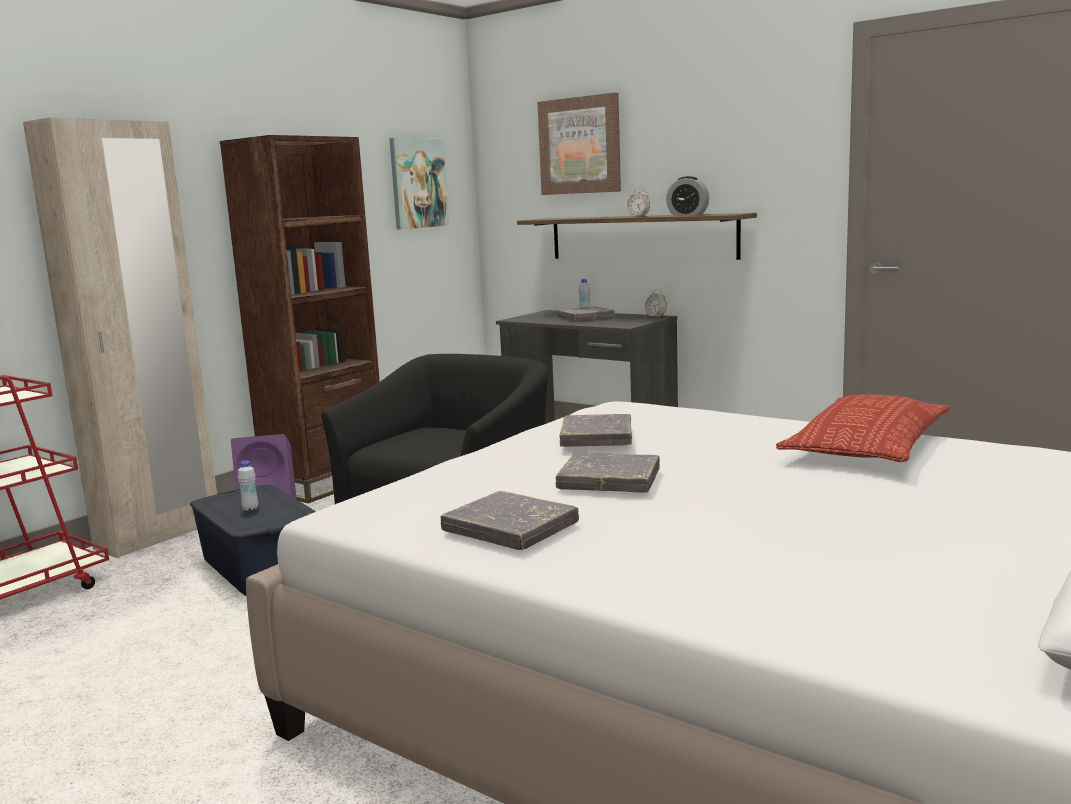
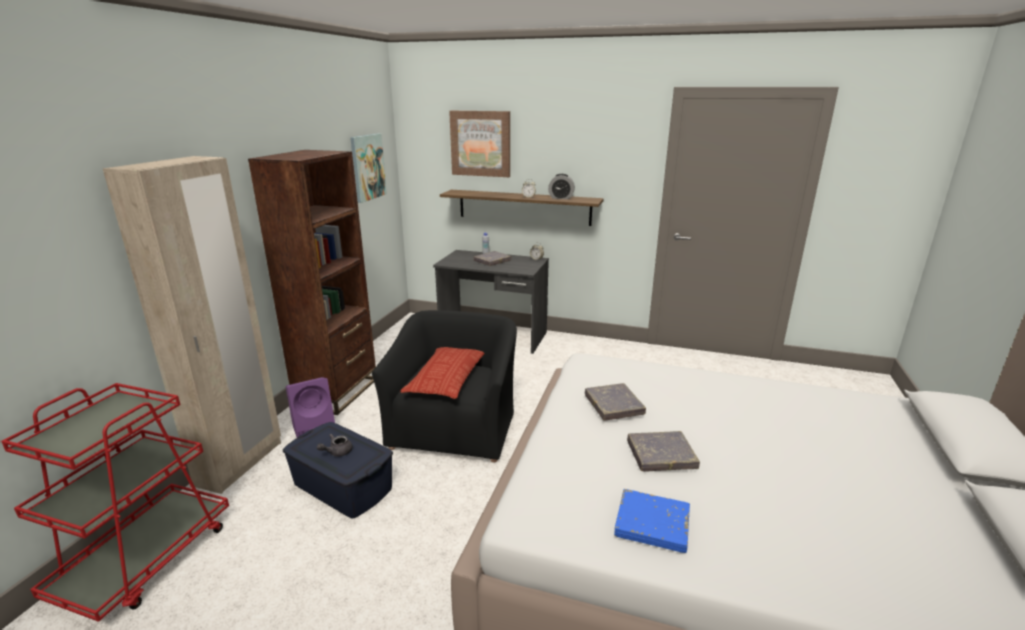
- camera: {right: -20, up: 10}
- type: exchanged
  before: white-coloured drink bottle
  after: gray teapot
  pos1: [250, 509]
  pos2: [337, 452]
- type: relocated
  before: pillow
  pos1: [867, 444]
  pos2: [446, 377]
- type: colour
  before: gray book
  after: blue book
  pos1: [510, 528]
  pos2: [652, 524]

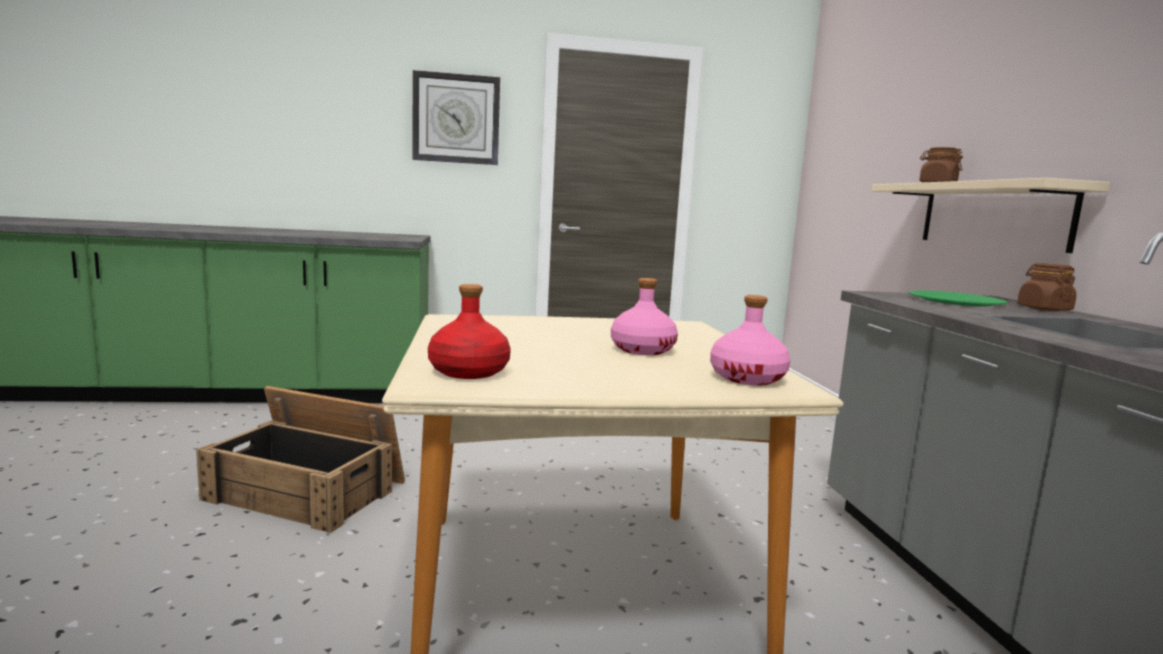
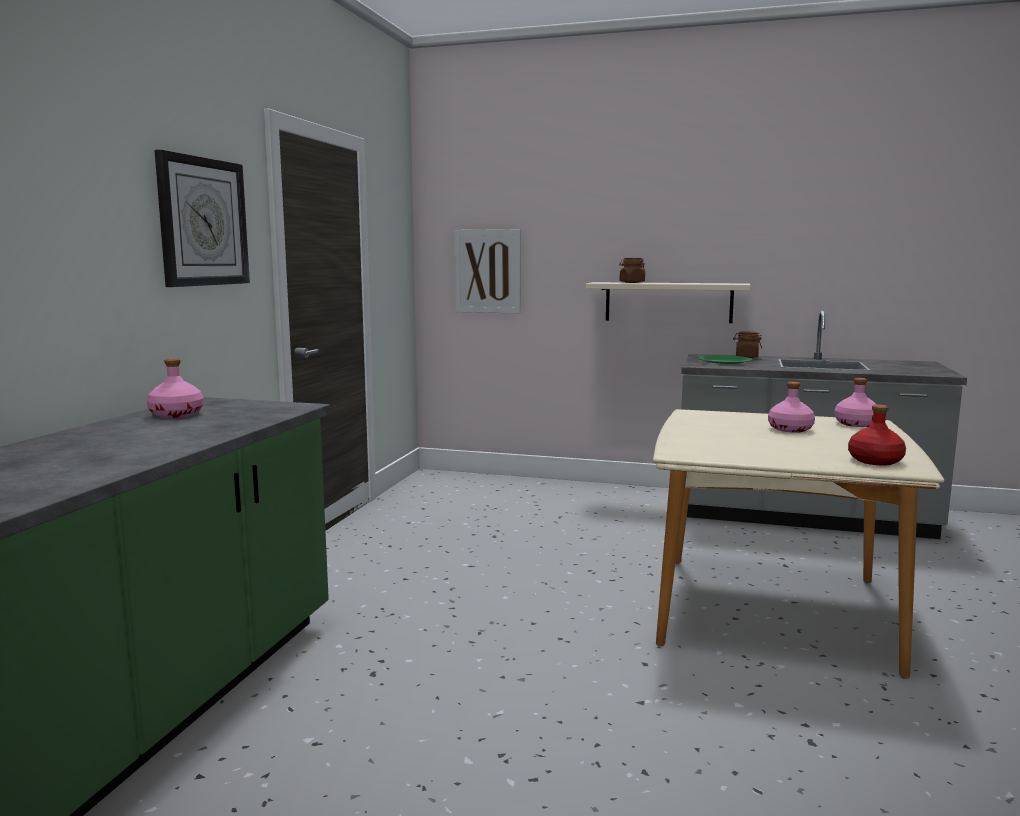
- camera: {right: -65, up: 0}
- type: appeared
  after: pinkish drink bottle
  pos2: [177, 414]
- type: appeared
  after: wall art
  pos2: [488, 271]
- type: missing
  before: crate
  pos1: [309, 490]

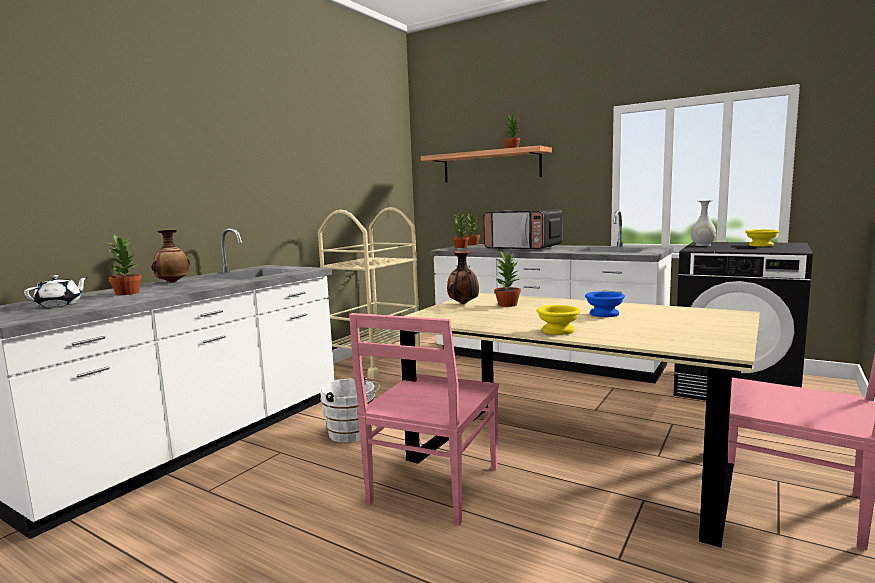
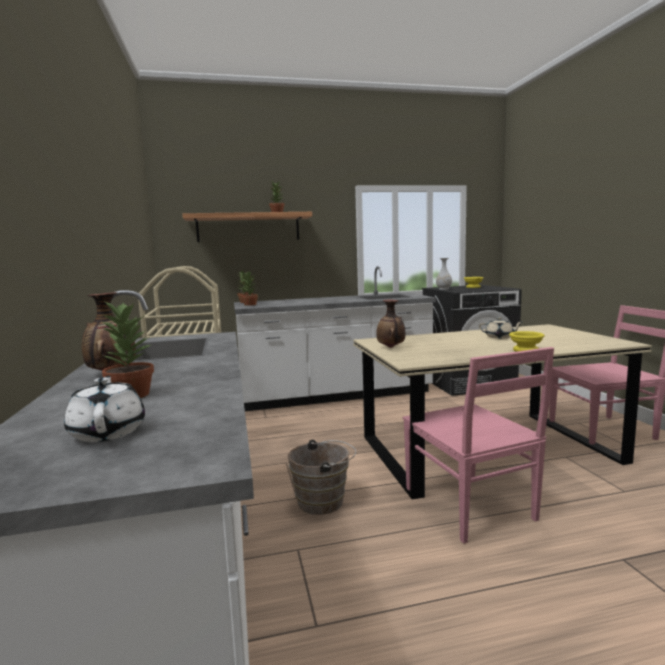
- camera: {right: -45, up: 0}
- type: colour
  before: white-coloured pail
  after: brown-coloured pail
  pos1: [352, 434]
  pos2: [324, 501]
- type: exchanged
  before: blue serving bowl
  after: beige-coloured teapot
  pos1: [605, 314]
  pos2: [499, 337]
- type: missing
  before: microwave
  pos1: [524, 248]
- type: missing
  before: plant in a pot
  pos1: [507, 304]

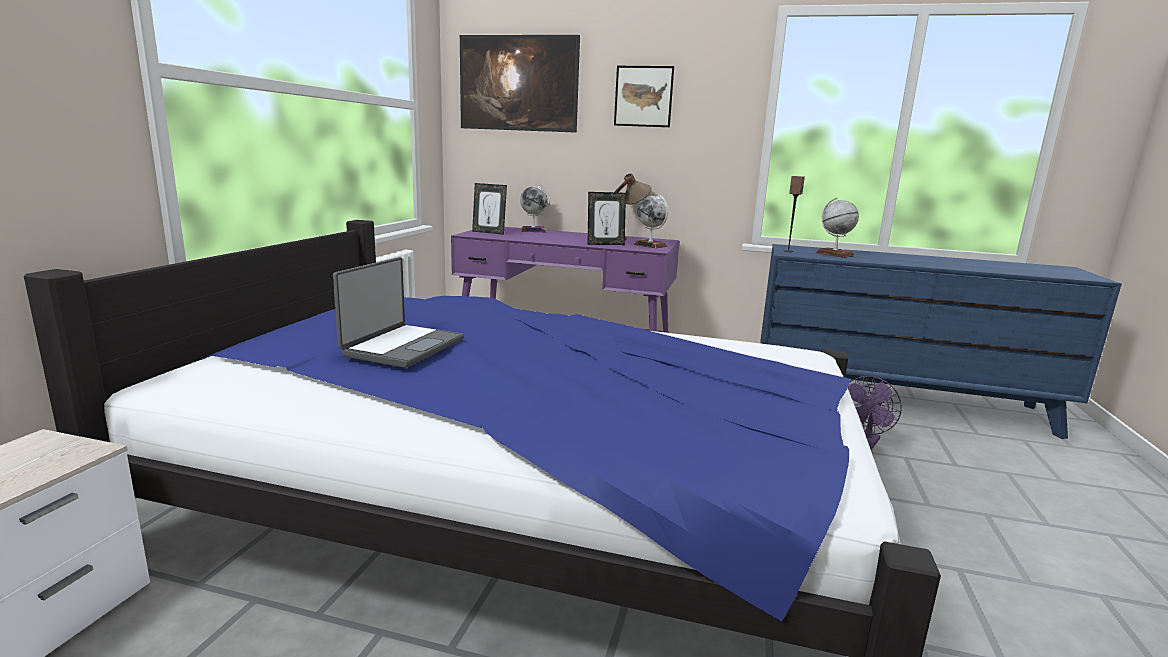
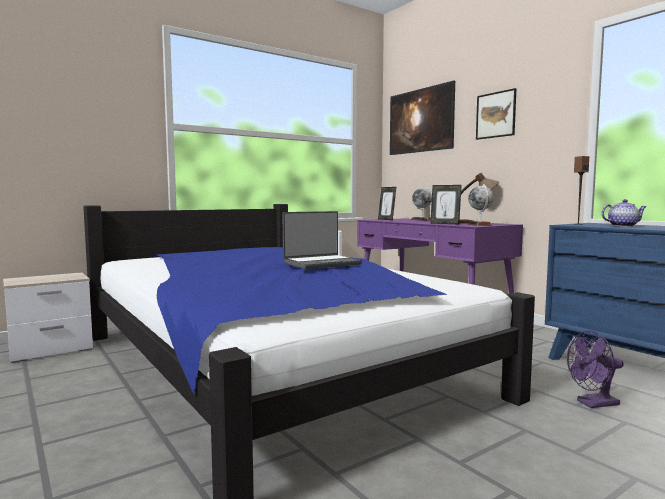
- camera: {right: 40, up: -10}
- type: relocated
  before: portable computer
  pos1: [402, 347]
  pos2: [321, 263]
- type: exchanged
  before: globe
  after: teapot
  pos1: [834, 254]
  pos2: [623, 226]

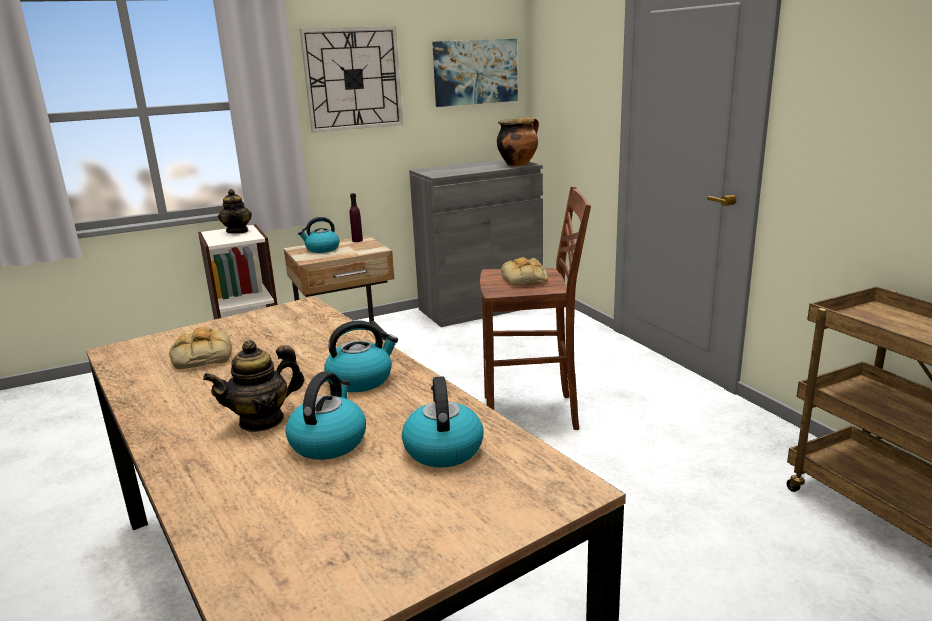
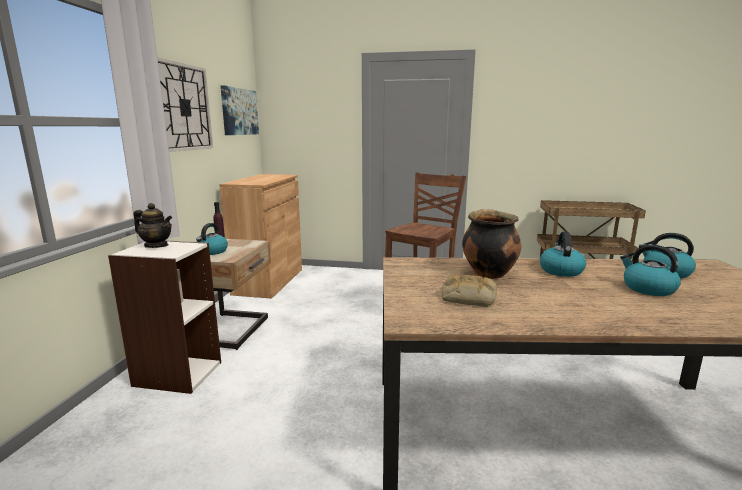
- camera: {right: -55, up: -5}
- type: colour
  before: gray storage cabinet
  after: brown-coloured storage cabinet
  pos1: [480, 307]
  pos2: [269, 281]
- type: relocated
  before: cooking pot
  pos1: [518, 164]
  pos2: [488, 273]
- type: missing
  before: teapot
  pos1: [262, 420]
- type: missing
  before: bakery bread
  pos1: [525, 279]

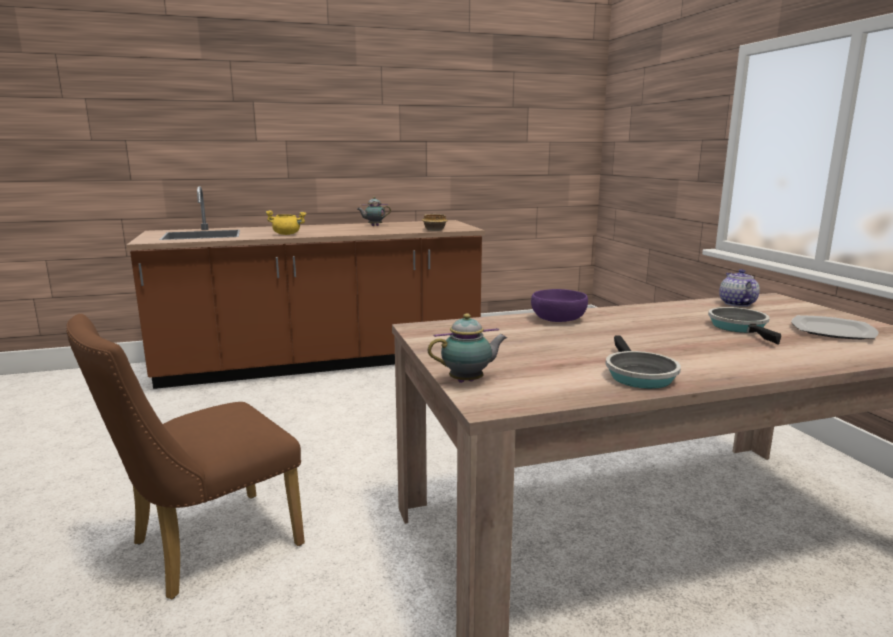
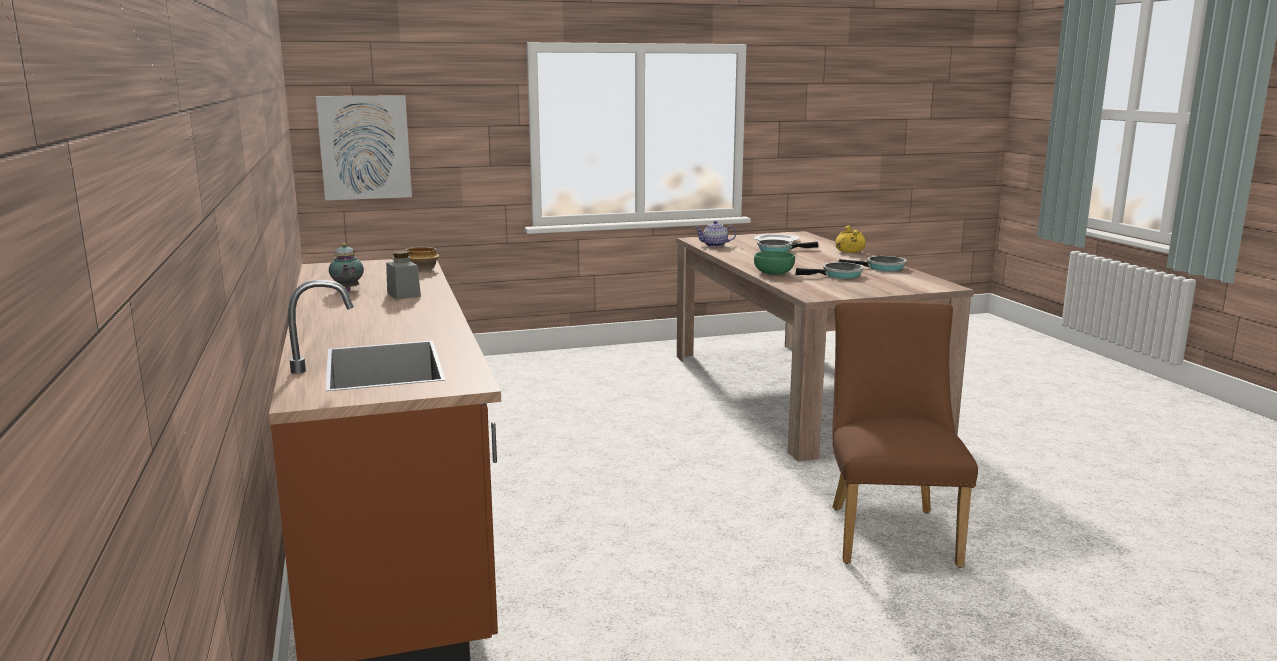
- camera: {right: -90, up: 0}
- type: appeared
  after: wall art
  pos2: [365, 147]
- type: appeared
  after: gray preserve jar
  pos2: [403, 295]
- type: colour
  before: purple serving bowl
  after: greenish serving bowl
  pos1: [559, 319]
  pos2: [774, 273]
- type: appeared
  after: skillet
  pos2: [838, 275]
- type: spun
  before: brown-coloured chair
  pos1: [204, 548]
  pos2: [889, 530]
  turn: -135
- type: relocated
  before: yellowish cooking pot
  pos1: [287, 234]
  pos2: [849, 252]
- type: missing
  before: teapot
  pos1: [469, 381]

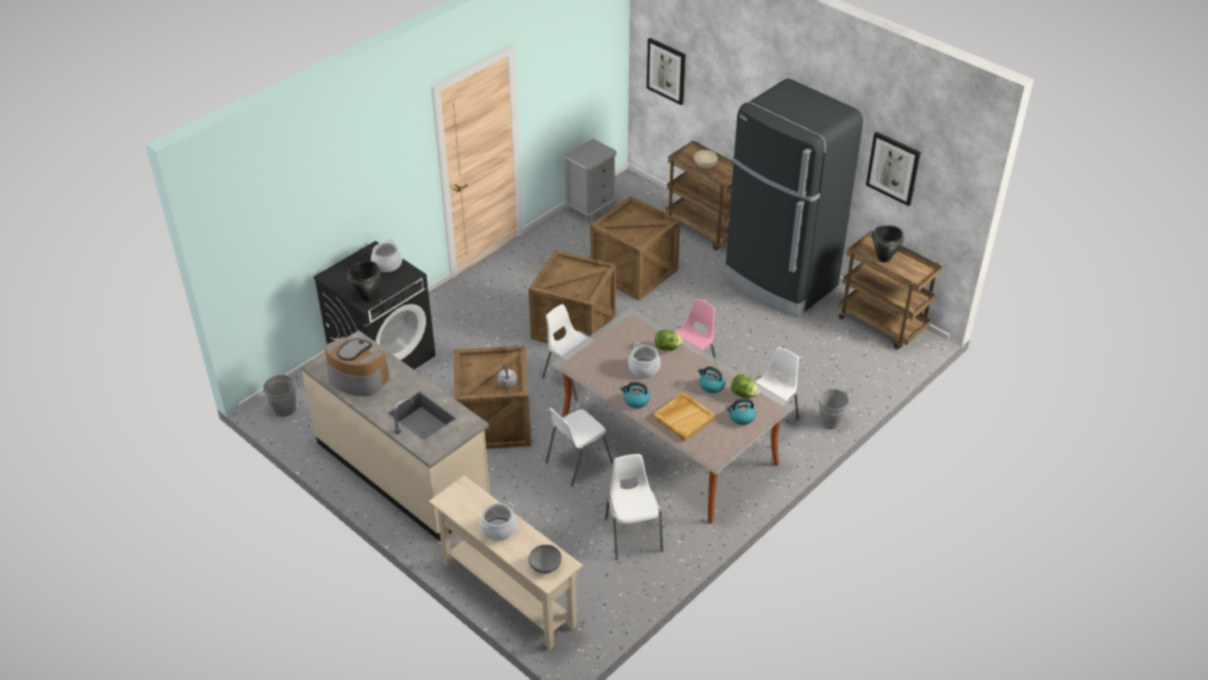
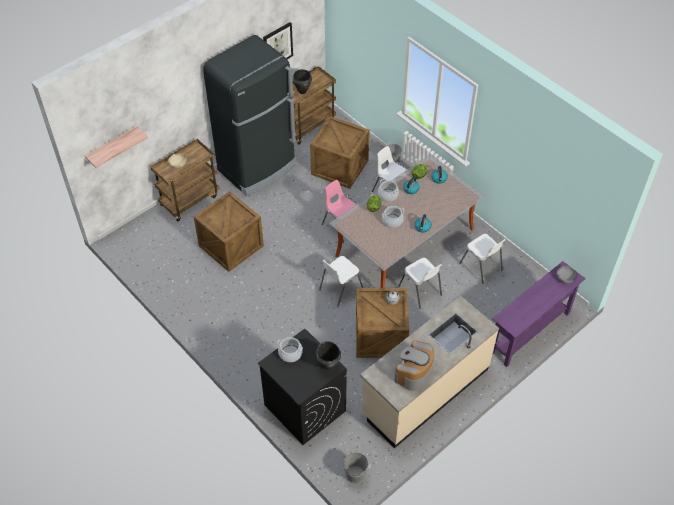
- camera: {right: -85, up: 10}
- type: exchanged
  before: wall art
  after: wall shelf
  pos1: [666, 71]
  pos2: [112, 147]
- type: relocated
  before: crate
  pos1: [575, 326]
  pos2: [339, 166]
- type: relocated
  before: cooking pot
  pos1: [498, 529]
  pos2: [388, 195]
- type: spun
  before: white-coloured chair
  pos1: [633, 534]
  pos2: [481, 267]
  turn: -120
- type: colour
  before: beige-coloured console table
  after: purple console table
  pos1: [508, 594]
  pos2: [530, 332]
- type: missing
  before: gray night table
  pos1: [591, 208]
- type: missing
  before: beige-coloured serving tray
  pos1: [684, 418]

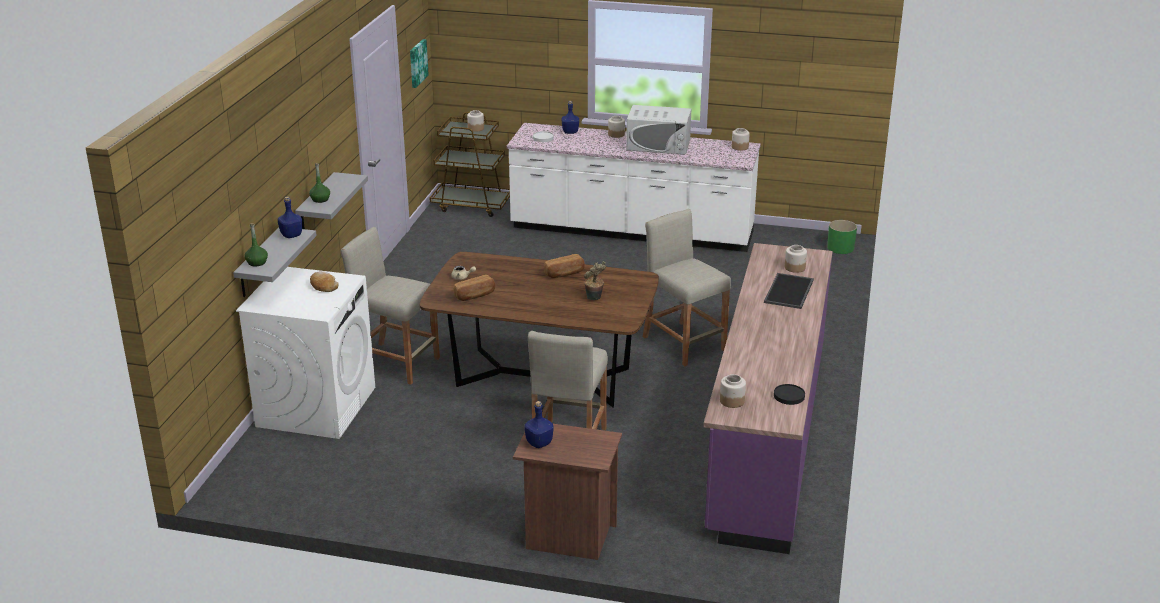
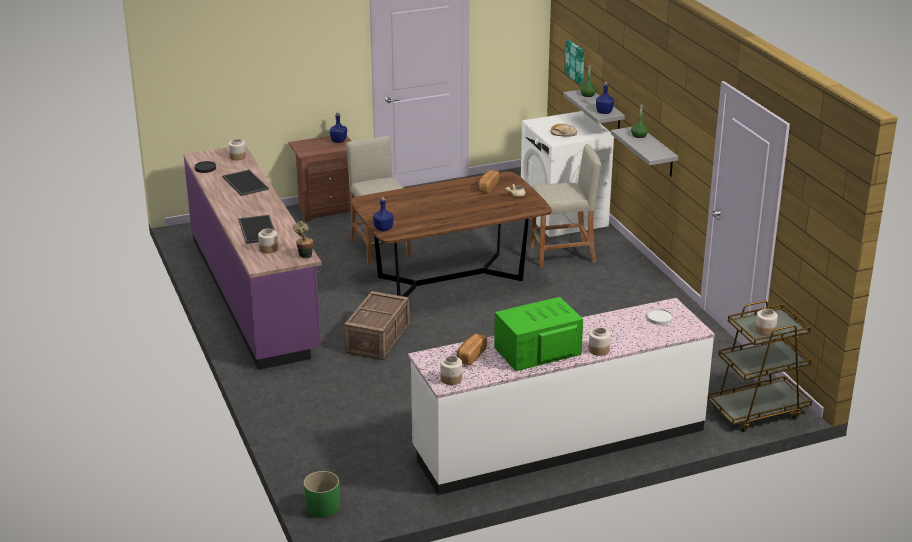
- camera: {right: 145, up: 0}
- type: appeared
  after: serving tray
  pos2: [244, 183]
- type: relocated
  before: plant in a pot
  pos1: [594, 299]
  pos2: [304, 255]
- type: exchanged
  before: beige-coloured stool
  after: crate
  pos1: [683, 343]
  pos2: [378, 339]
- type: relocated
  before: blue drink bottle
  pos1: [570, 132]
  pos2: [383, 229]
- type: relocated
  before: bakery bread
  pos1: [564, 273]
  pos2: [470, 356]
- type: colour
  before: white-coloured microwave
  after: greenish microwave
  pos1: [658, 145]
  pos2: [537, 351]
- type: relocated
  before: wall art
  pos1: [417, 63]
  pos2: [576, 61]

